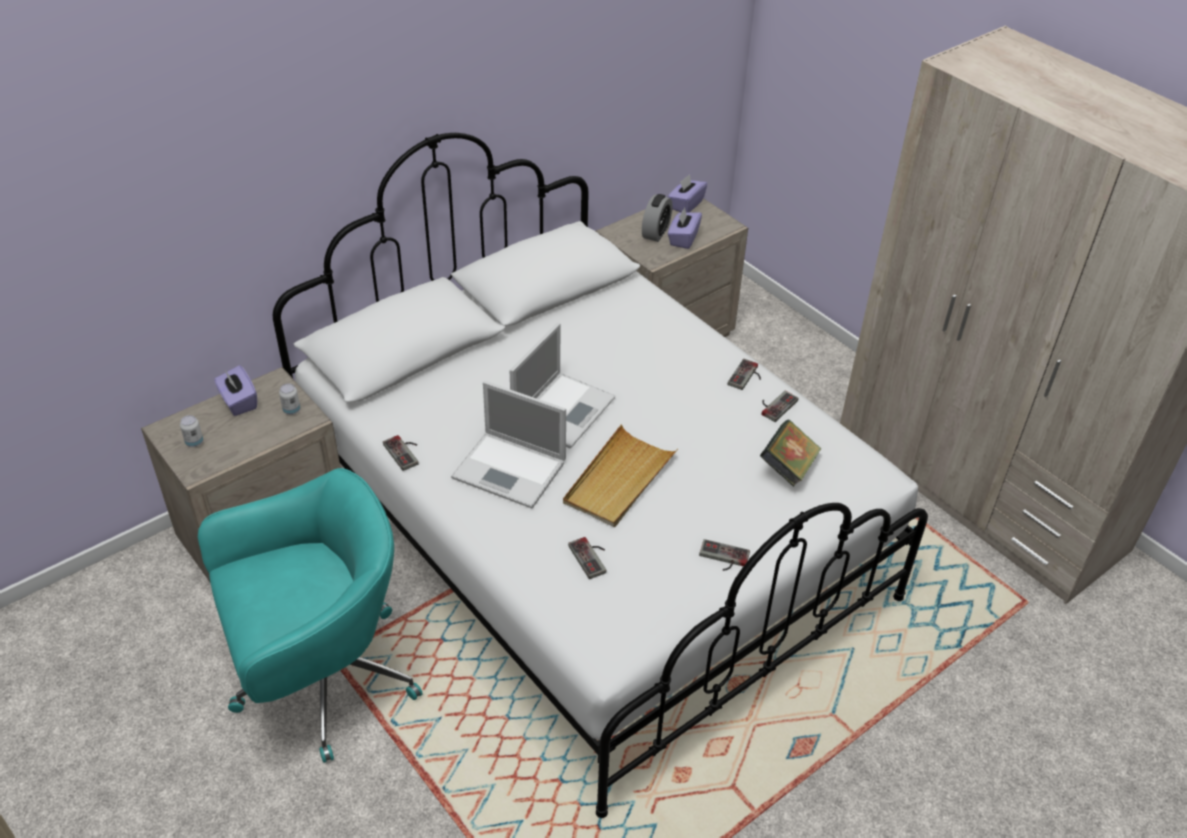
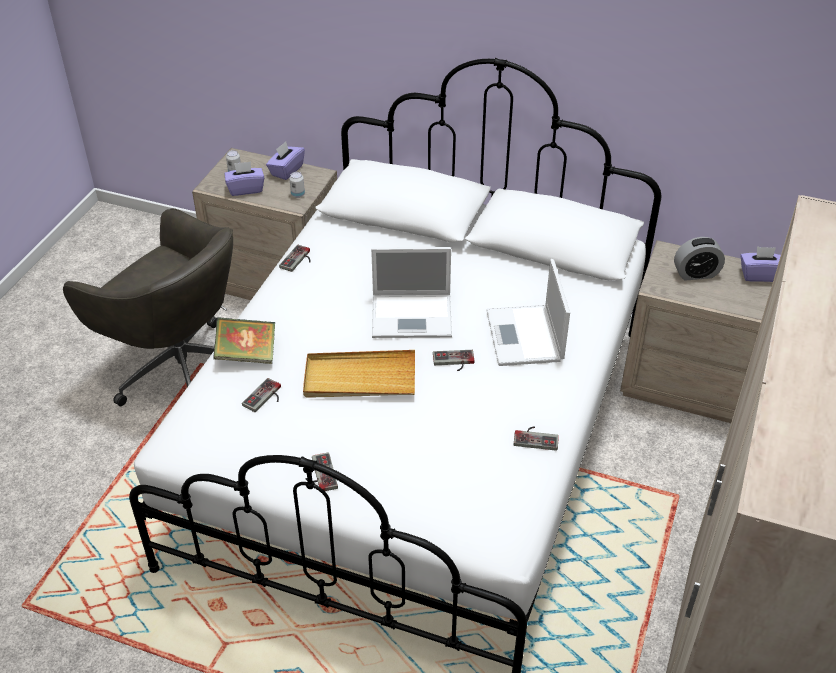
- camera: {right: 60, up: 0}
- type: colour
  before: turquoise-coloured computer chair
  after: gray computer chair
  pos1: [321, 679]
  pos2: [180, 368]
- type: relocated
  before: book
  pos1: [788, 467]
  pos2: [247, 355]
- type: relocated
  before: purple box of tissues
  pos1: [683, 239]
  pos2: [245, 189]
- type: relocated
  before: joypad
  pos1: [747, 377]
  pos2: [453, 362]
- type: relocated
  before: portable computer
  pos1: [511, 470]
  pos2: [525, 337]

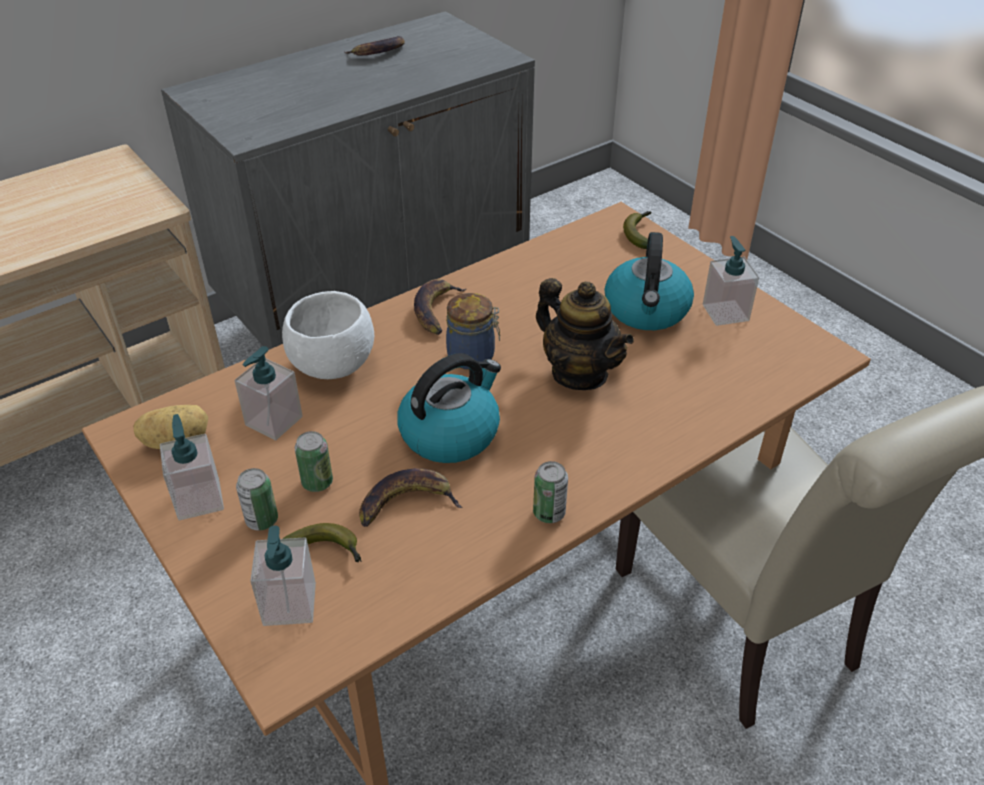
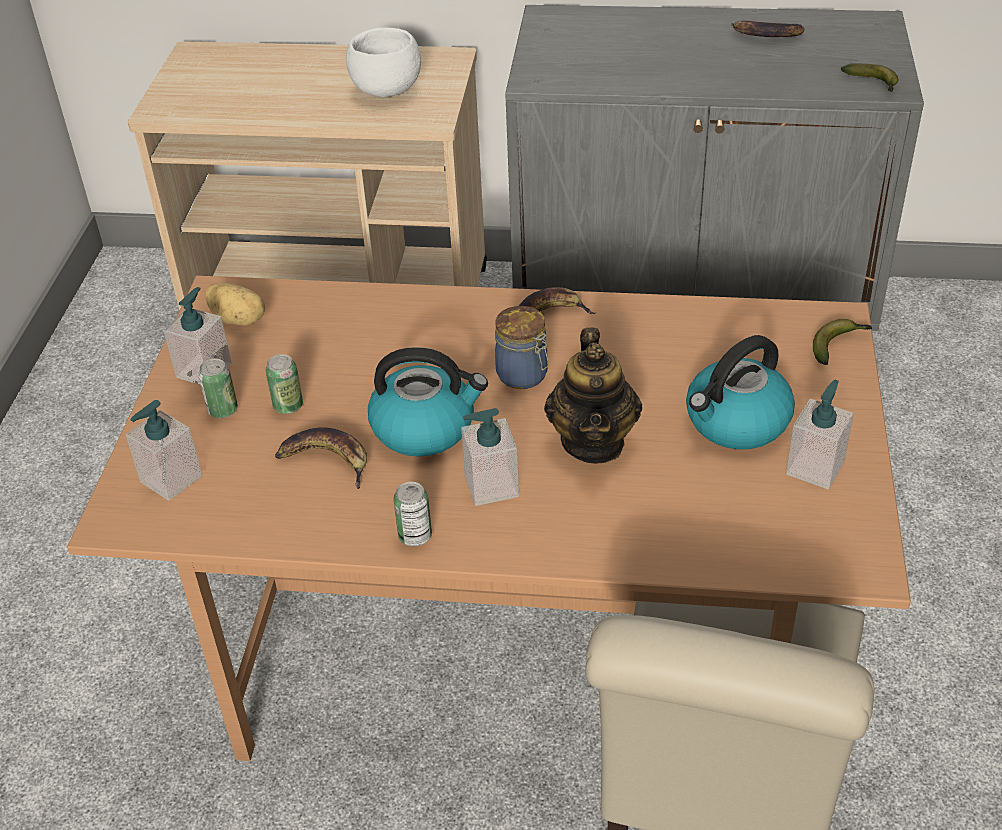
- camera: {right: 45, up: 0}
- type: relocated
  before: white-coloured serving bowl
  pos1: [332, 365]
  pos2: [386, 91]
- type: relocated
  before: soap dispenser
  pos1: [273, 421]
  pos2: [491, 486]
- type: relocated
  before: banana fruit
  pos1: [326, 551]
  pos2: [873, 84]

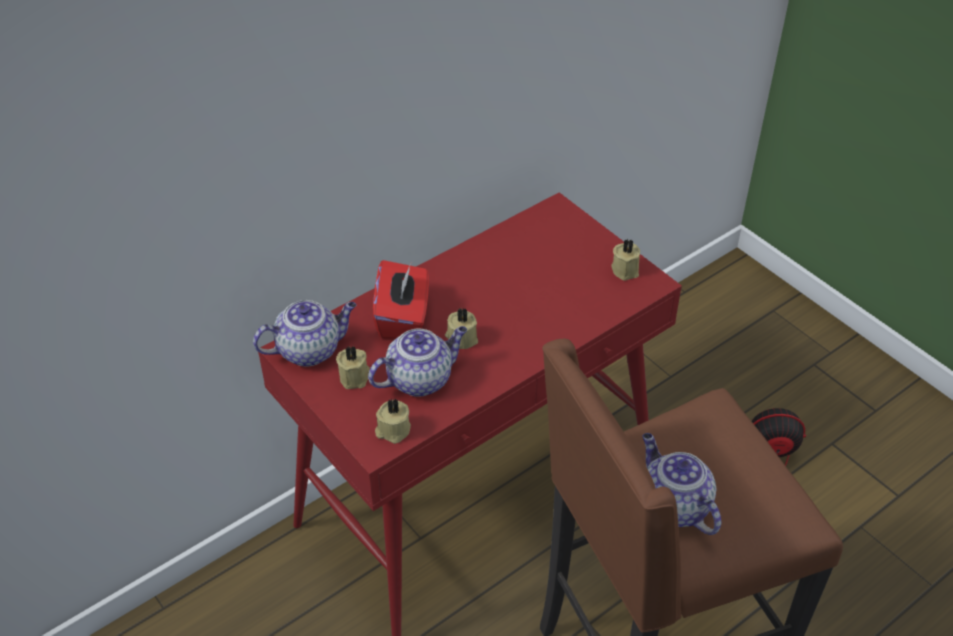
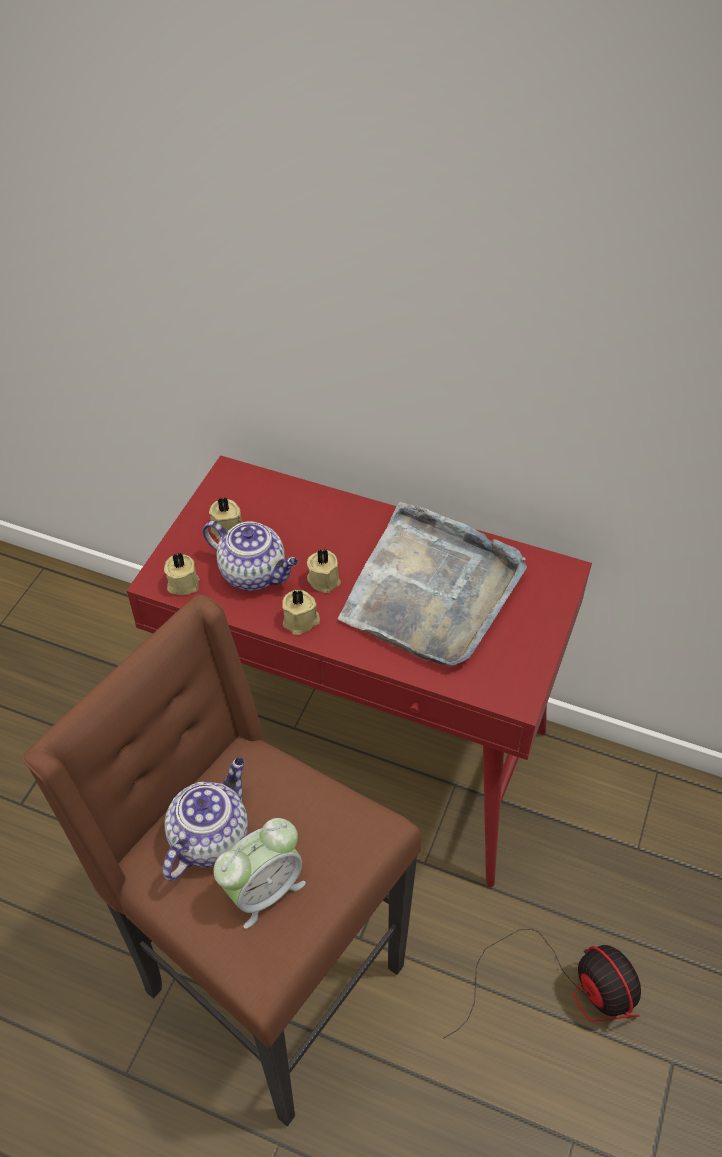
- camera: {right: 60, up: 5}
- type: appeared
  after: table clock
  pos2: [263, 890]
- type: relocated
  before: beige-coloured wax candle
  pos1: [626, 269]
  pos2: [301, 621]
- type: appeared
  after: gray serving tray
  pos2: [431, 590]
- type: missing
  before: teapot
  pos1: [310, 350]
- type: missing
  before: red box of tissues
  pos1: [403, 317]

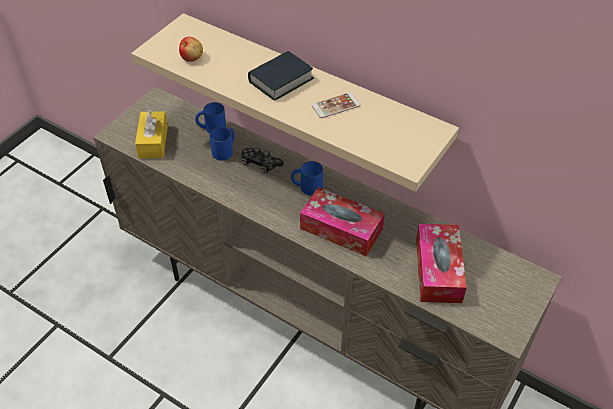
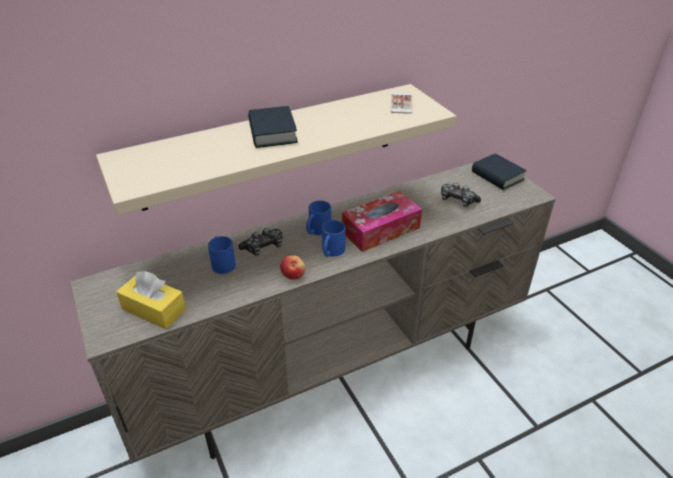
- camera: {right: -60, up: -10}
- type: relocated
  before: whole apple
  pos1: [192, 57]
  pos2: [293, 274]
- type: relocated
  before: blue tea mug
  pos1: [211, 128]
  pos2: [331, 252]
- type: relocated
  before: telephone
  pos1: [336, 105]
  pos2: [401, 103]
- type: exchanged
  before: box of tissues
  after: joypad
  pos1: [438, 270]
  pos2: [457, 200]
- type: appeared
  after: book
  pos2: [497, 176]

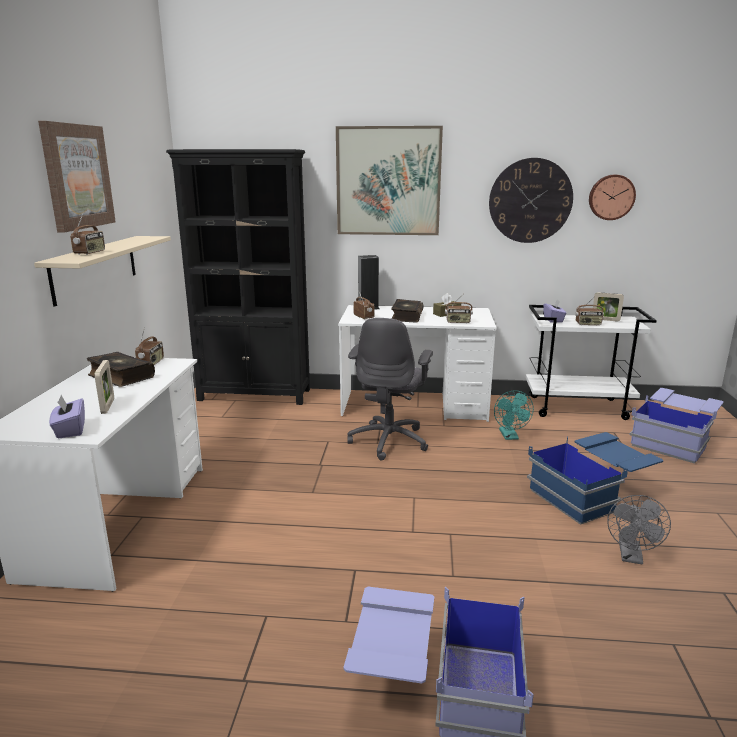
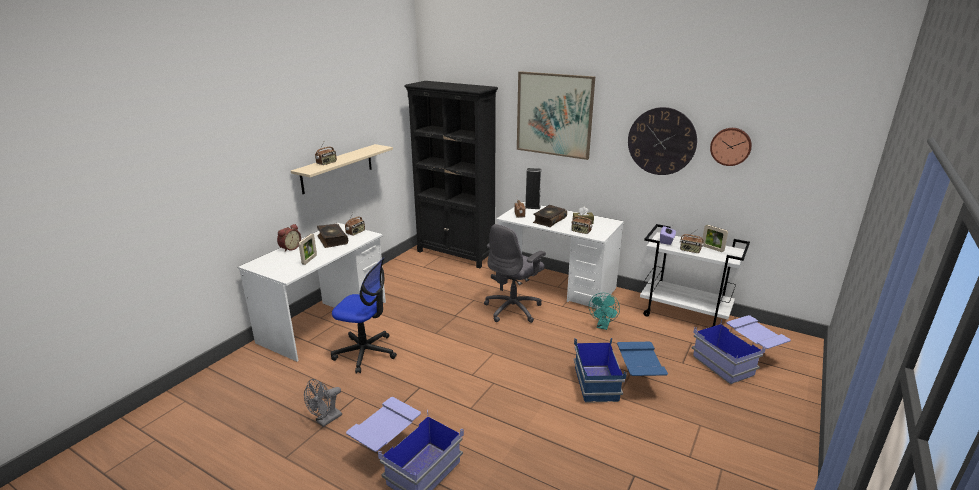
- camera: {right: 25, up: 5}
- type: appeared
  after: table clock
  pos2: [289, 248]
- type: relocated
  before: gray fan
  pos1: [631, 557]
  pos2: [325, 420]
- type: appeared
  after: computer chair
  pos2: [365, 352]
- type: missing
  before: wall art
  pos1: [77, 176]
- type: missing
  before: purple box of tissues
  pos1: [70, 430]

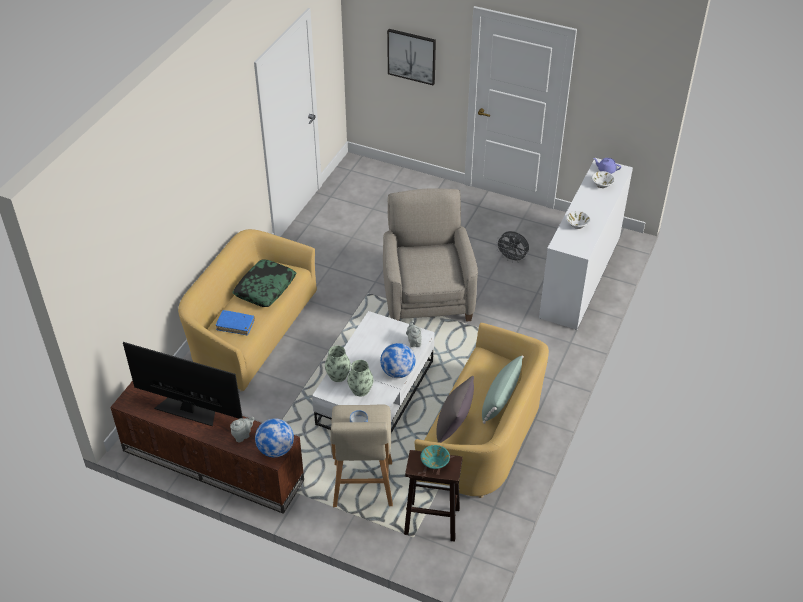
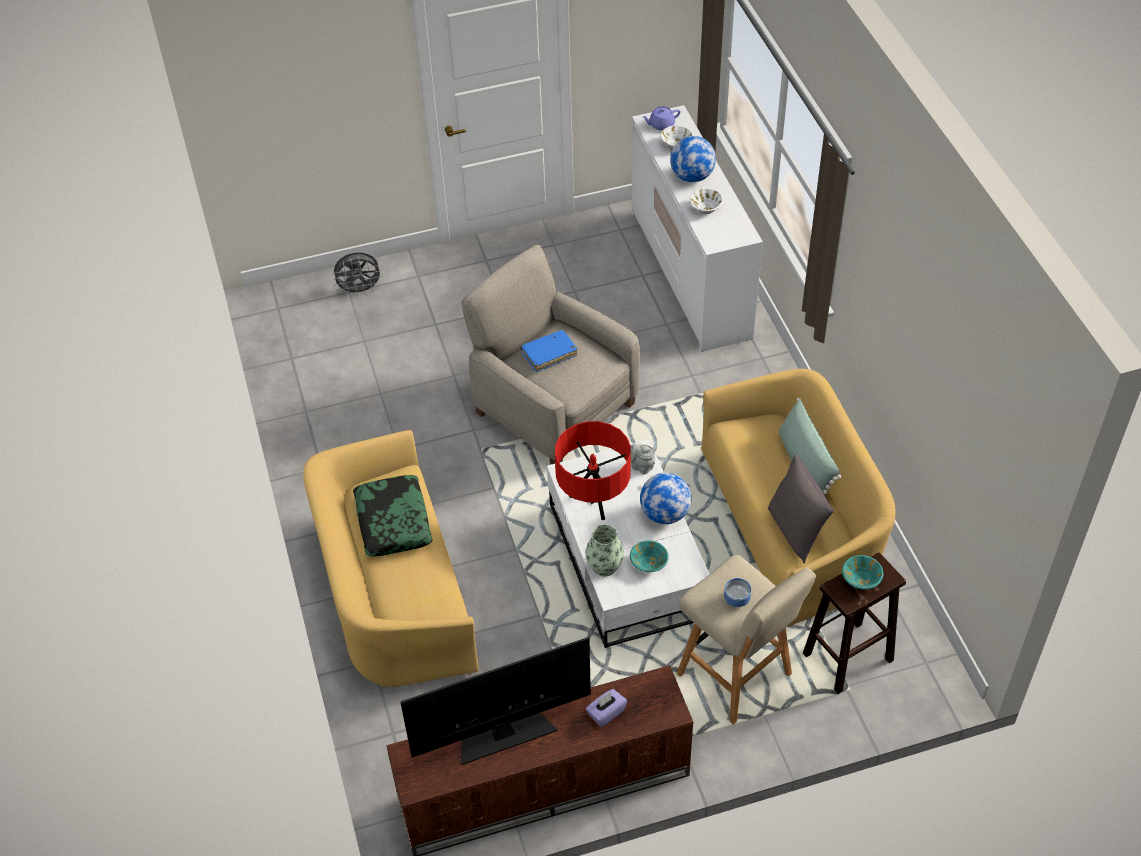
- camera: {right: -40, up: 5}
- type: relocated
  before: gray fan
  pos1: [512, 258]
  pos2: [360, 290]
- type: relocated
  before: blue book
  pos1: [235, 325]
  pos2: [549, 354]
- type: appeared
  after: red table lamp
  pos2: [593, 504]
- type: exchanged
  before: gray teapot
  after: purple box of tissues
  pos1: [243, 435]
  pos2: [606, 713]
- type: exchanged
  before: vase
  after: turquoise-coloured serving bowl
  pos1: [360, 389]
  pos2: [649, 563]
- type: relocated
  before: globe
  pos1: [276, 449]
  pos2: [692, 176]
- type: missing
  before: wall art
  pos1: [412, 56]

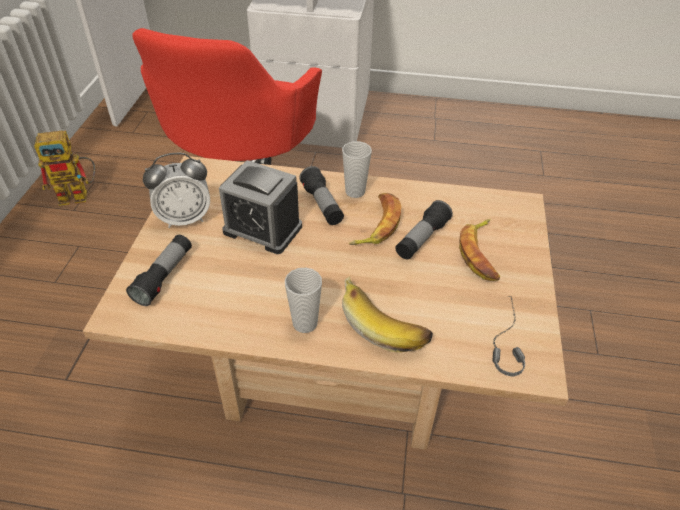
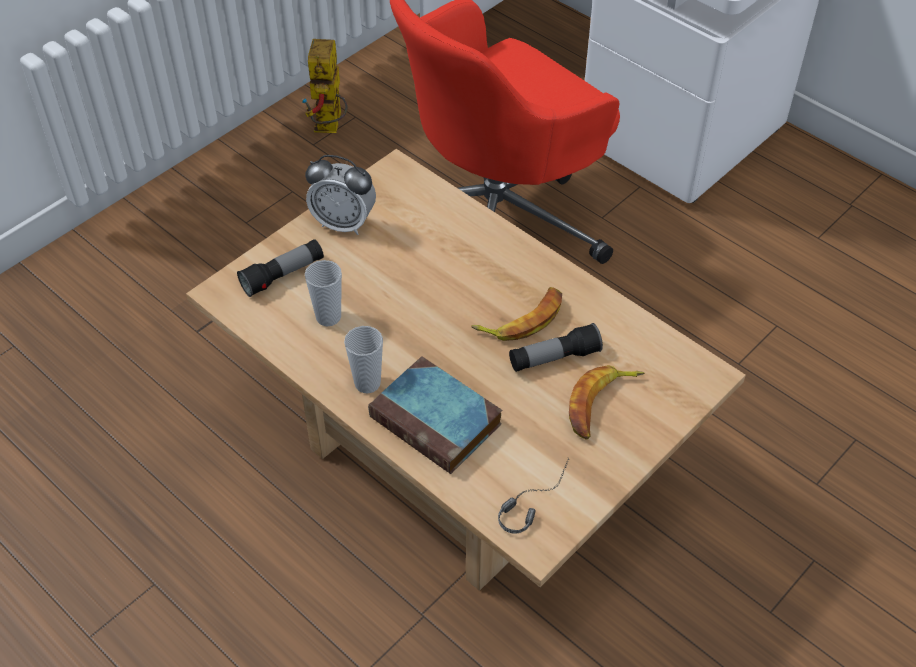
- camera: {right: 35, up: 5}
- type: spun
  before: toy robot
  pos1: [80, 195]
  pos2: [330, 128]
  turn: 75
- type: relocated
  before: small cup
  pos1: [355, 192]
  pos2: [328, 317]
- type: exchanged
  before: banana fruit
  after: book
  pos1: [385, 323]
  pos2: [438, 421]
- type: missing
  before: table clock
  pos1: [262, 229]
- type: missing
  before: torch
  pos1: [322, 205]

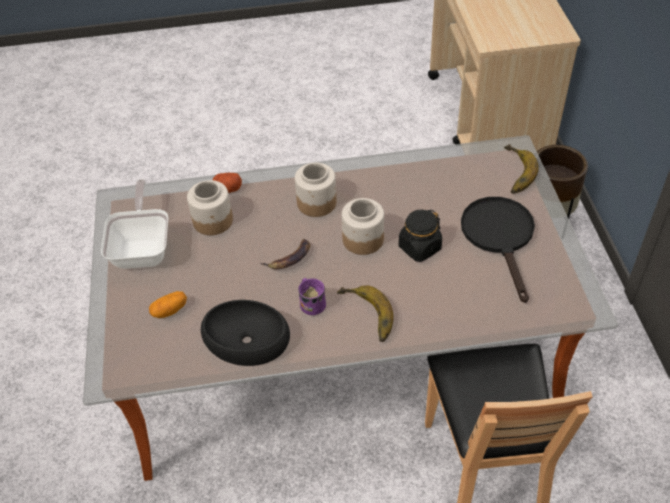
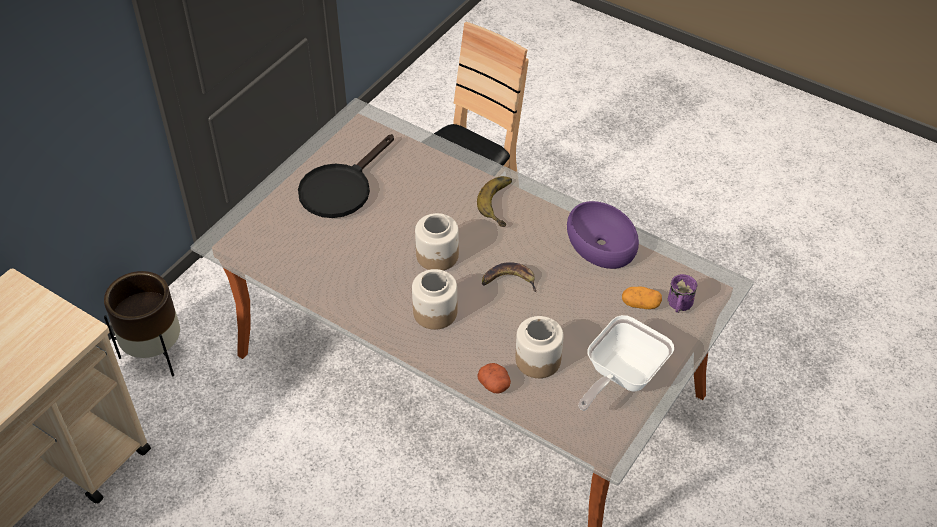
- camera: {right: -140, up: 0}
- type: colour
  before: black-coloured serving bowl
  after: purple serving bowl
  pos1: [246, 341]
  pos2: [602, 243]
- type: relocated
  before: purple tea mug
  pos1: [311, 302]
  pos2: [678, 305]
- type: missing
  before: black-coloured preserve jar
  pos1: [419, 248]
- type: missing
  before: banana fruit
  pos1: [513, 173]

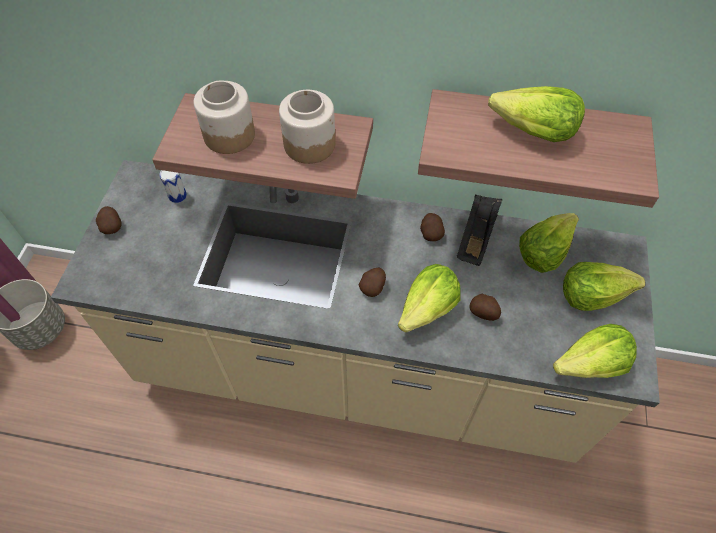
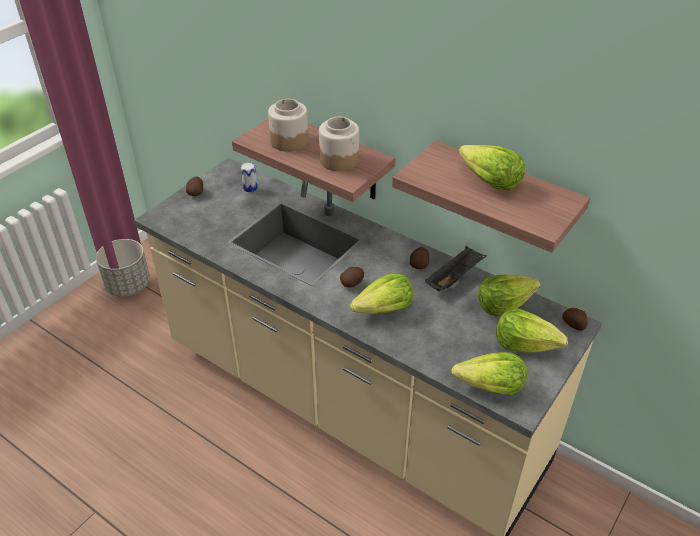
- camera: {right: 25, up: -15}
- type: relocated
  before: whole potato
  pos1: [484, 313]
  pos2: [574, 325]

